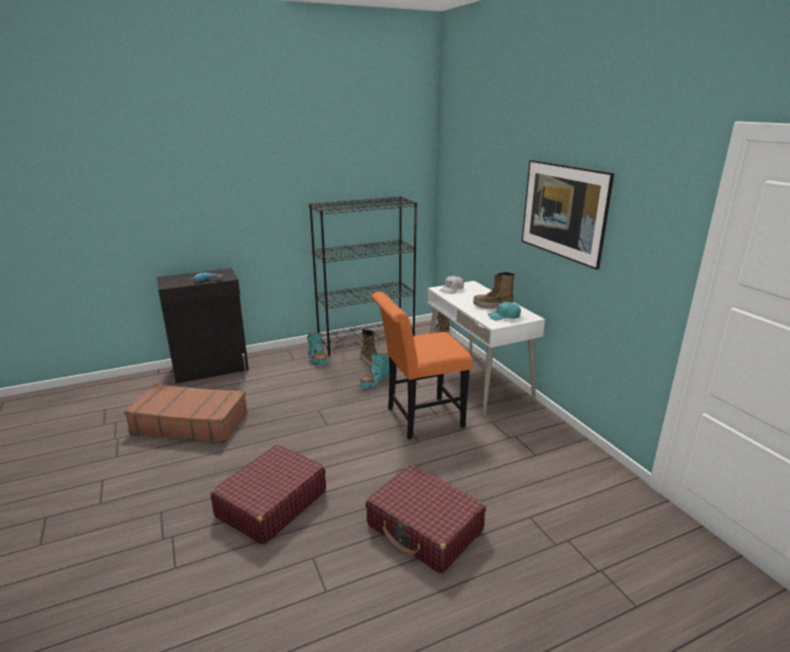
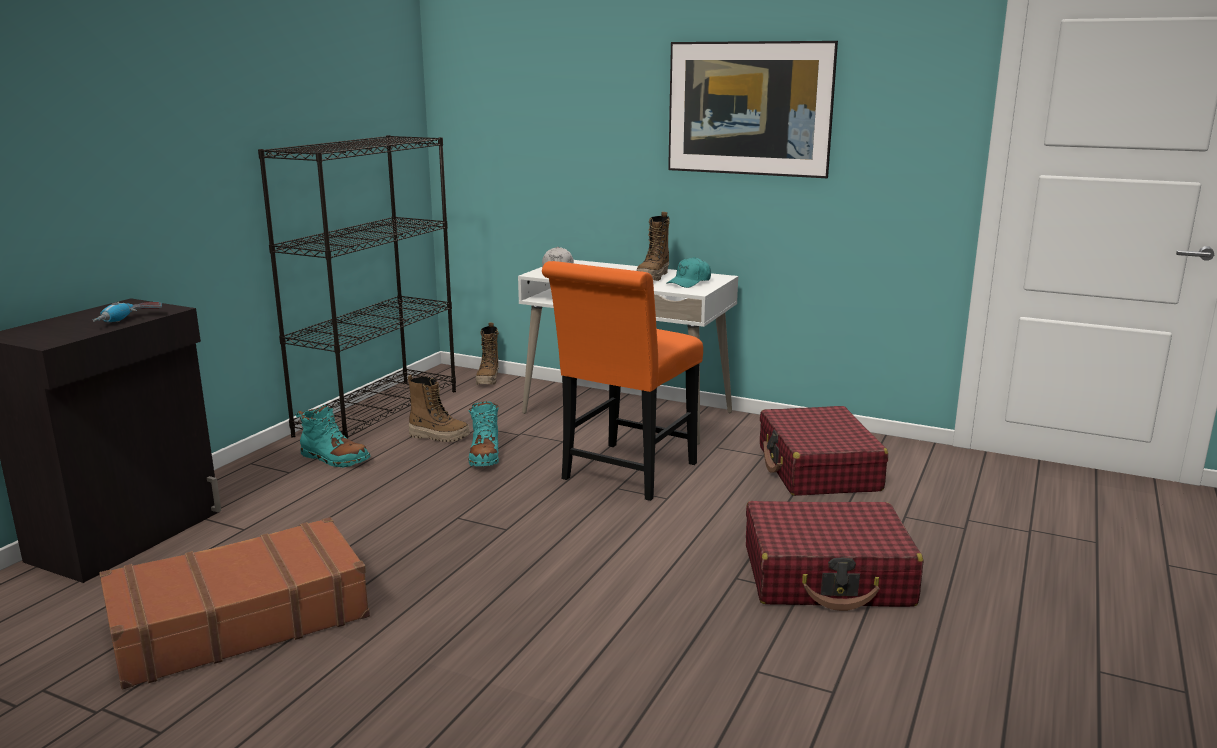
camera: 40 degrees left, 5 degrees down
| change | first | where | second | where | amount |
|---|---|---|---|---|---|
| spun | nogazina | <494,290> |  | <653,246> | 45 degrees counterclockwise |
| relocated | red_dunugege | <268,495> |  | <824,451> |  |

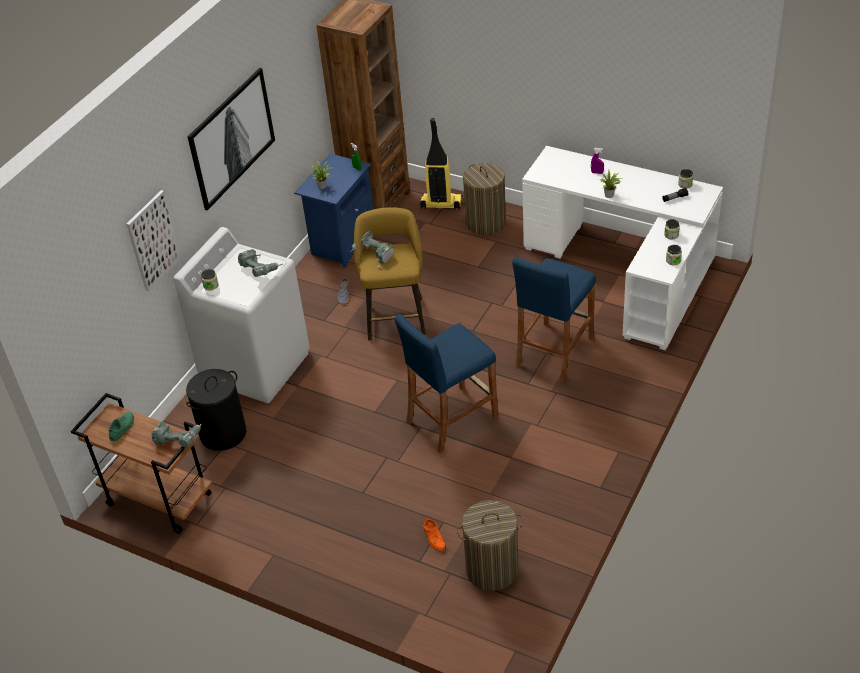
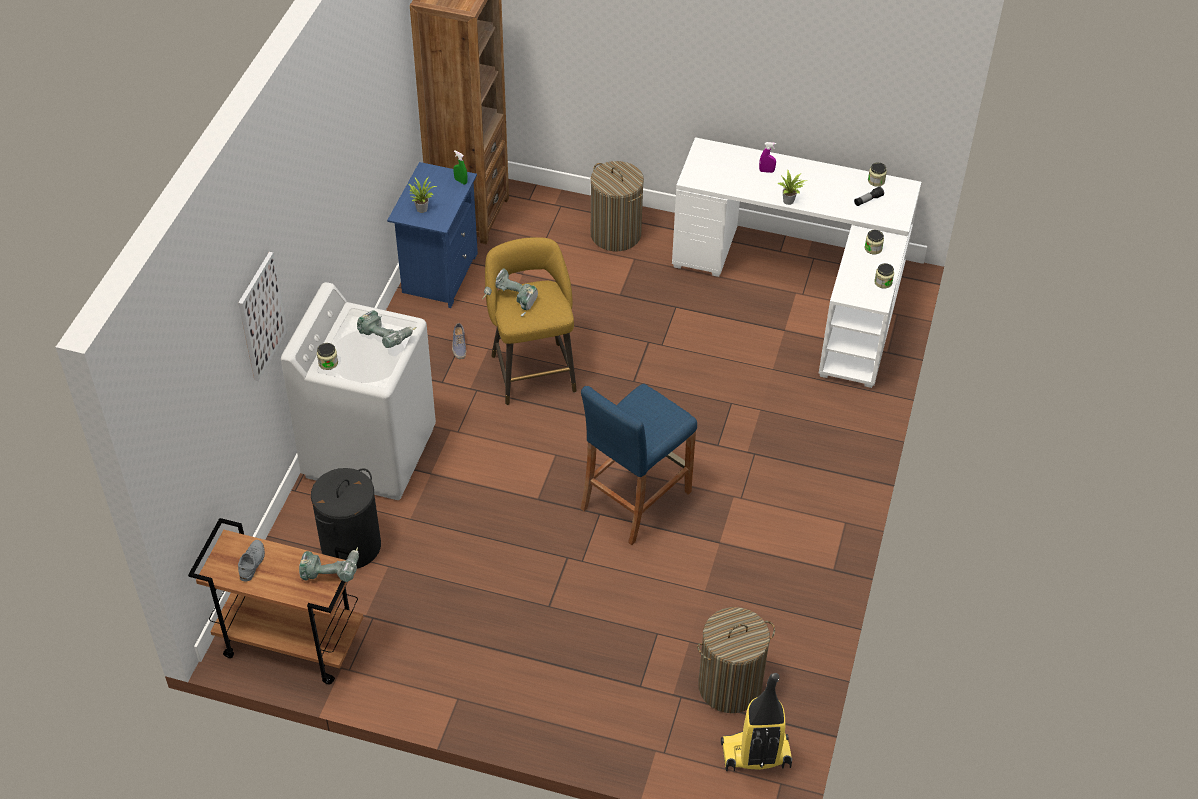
camera: 15 degrees left, 5 degrees up
| change | first | where | second | where | amount |
|---|---|---|---|---|---|
| missing | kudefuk | <231,139> |  |  |  |
| relocated | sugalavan | <441,164> |  | <756,722> |  |
| missing | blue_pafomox | <554,320> |  |  |  |
| colour | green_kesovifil | <121,426> | grey_kesovifil | <251,561> |  |
| missing | orange_kesovifil | <434,534> |  |  |  |

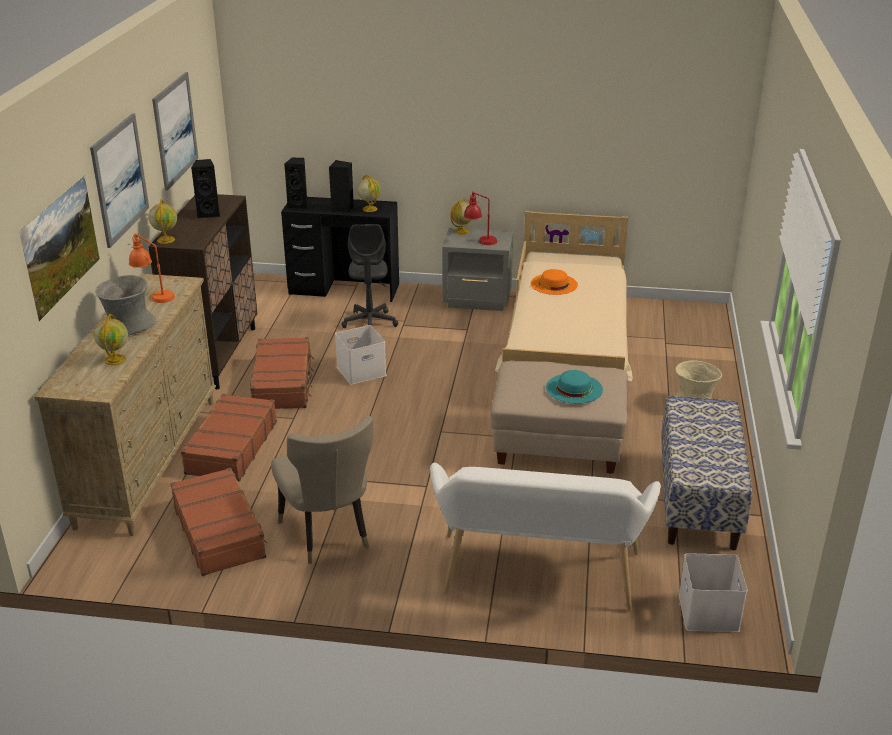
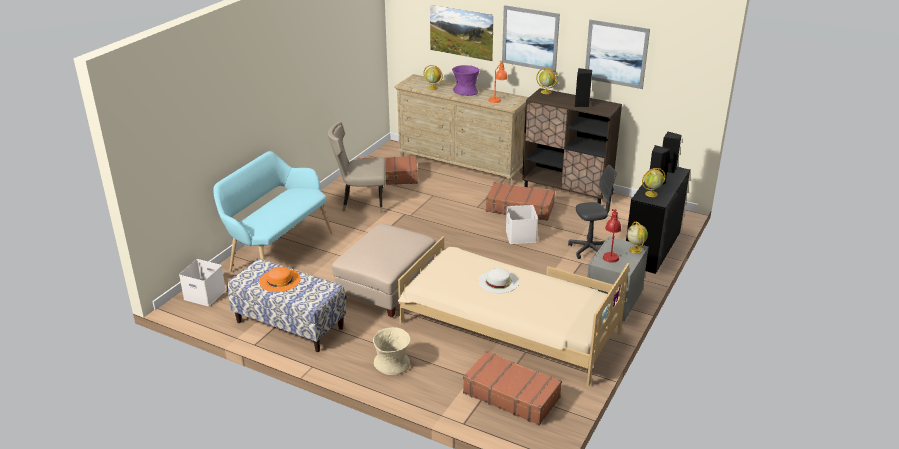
camera: 110 degrees right, 0 degrees up
| change | first | where | second | where | amount |
|---|---|---|---|---|---|
| spun | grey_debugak | <369,276> |  | <592,212> | 150 degrees clockwise |
| relocated | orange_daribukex | <554,282> |  | <280,279> |  |
| colour | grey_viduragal | <125,305> | purple_viduragal | <466,80> |  |
| missing | turquoise_daribukex | <574,387> |  |  |  |
| relocated | brown_dunugege | <229,438> |  | <512,388> |  |
| colour | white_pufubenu | <545,537> | turquoise_pufubenu | <273,211> |  |
| appeared |  |  | white_daribukex | <498,280> |  |

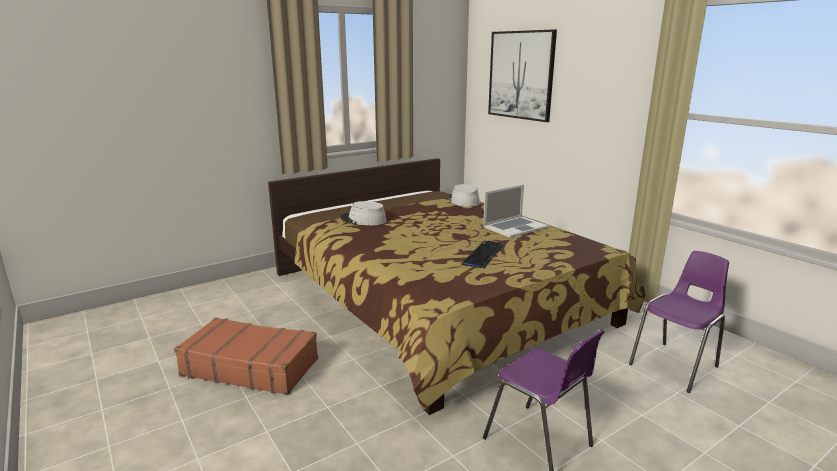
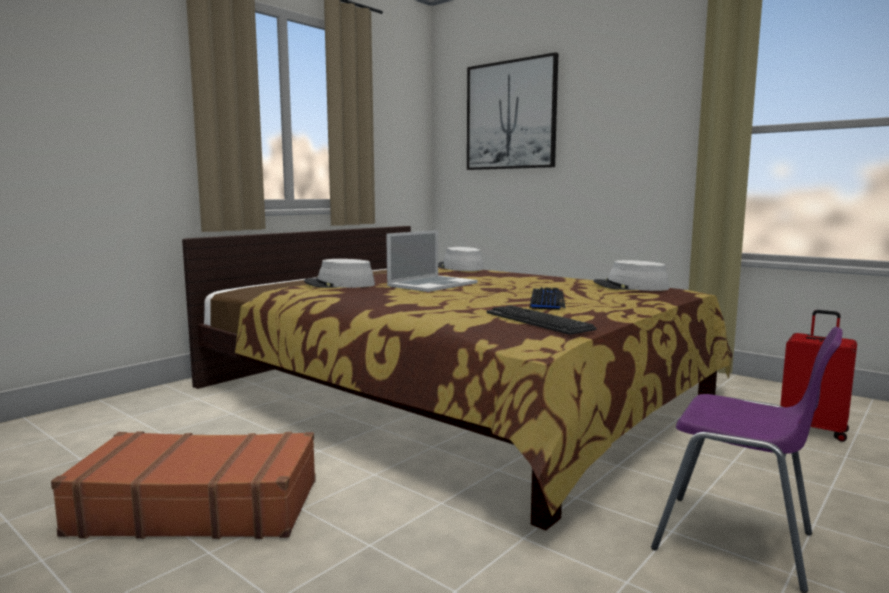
camera: 15 degrees left, 10 degrees down
| change | first | where | second | where | amount |
|---|---|---|---|---|---|
| relocated | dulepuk | <516,211> |  | <431,261> |  |
| exchanged | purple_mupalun | <679,322> | red_dunugege | <818,376> |  |
| appeared |  |  | grey_daribukex | <631,275> |  |
| appeared |  |  | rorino | <541,320> |  |

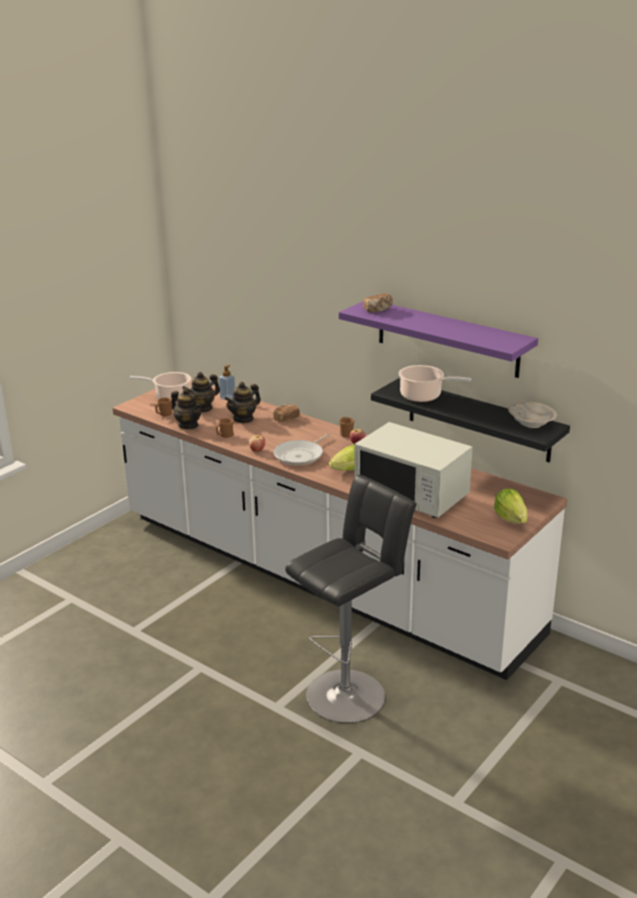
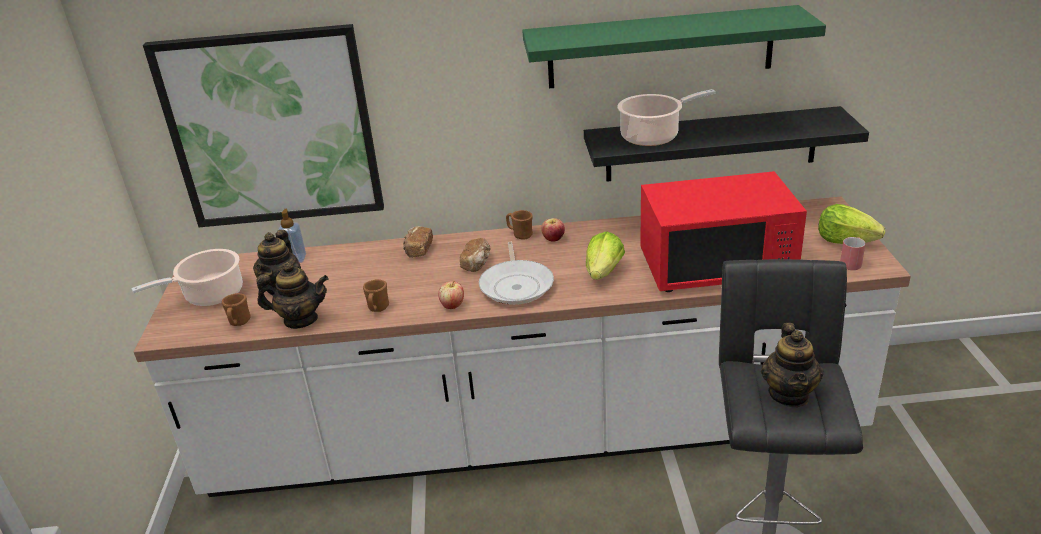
camera: 40 degrees left, 5 degrees up
| change | first | where | second | where | amount |
|---|---|---|---|---|---|
| relocated | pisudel | <378,303> |  | <475,255> |  |
| colour | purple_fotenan | <438,340> | green_fotenan | <674,46> |  |
| relocated | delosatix | <242,402> |  | <792,365> |  |
| missing | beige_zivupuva | <532,415> |  |  |  |
| colour | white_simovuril | <413,470> | red_simovuril | <723,231> |  |
| appeared |  |  | kudefuk | <263,125> |  |
| appeared |  |  | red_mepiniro | <853,253> |  |

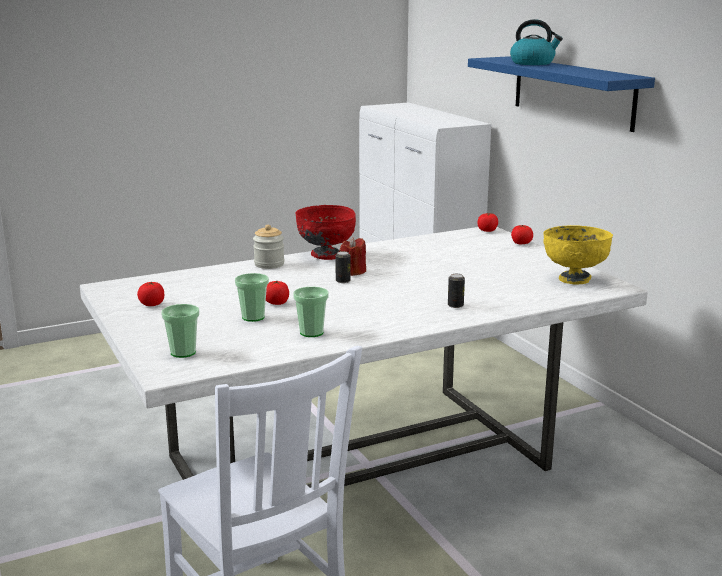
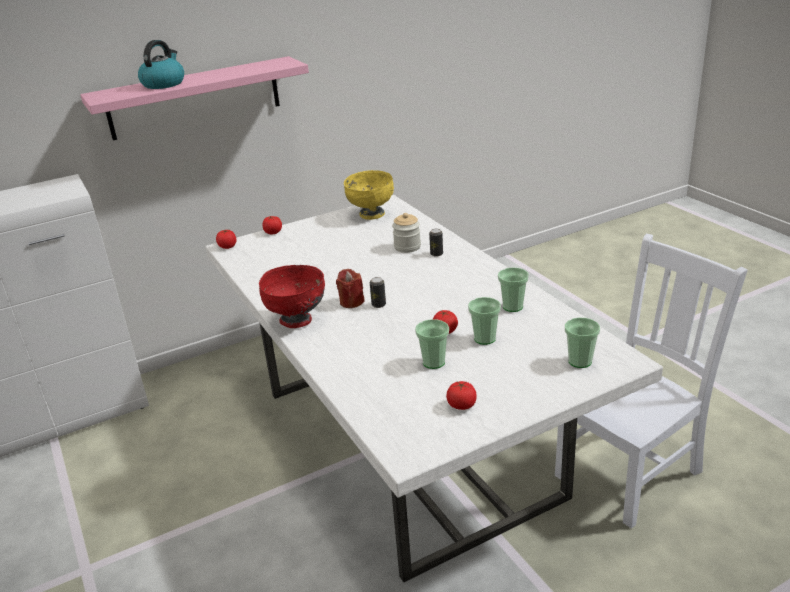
camera: 90 degrees left, 10 degrees up
| change | first | where | second | where | amount |
|---|---|---|---|---|---|
| colour | blue_fotenan | <561,94> | pink_fotenan | <194,98> |  |
| relocated | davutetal | <269,247> |  | <406,233> |  |
| appeared |  |  | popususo | <432,344> |  |

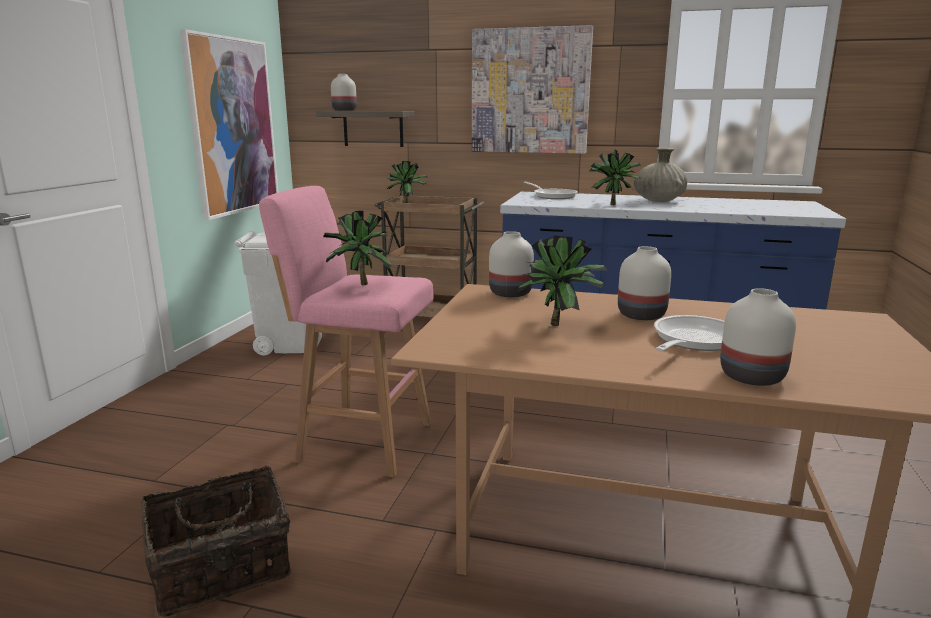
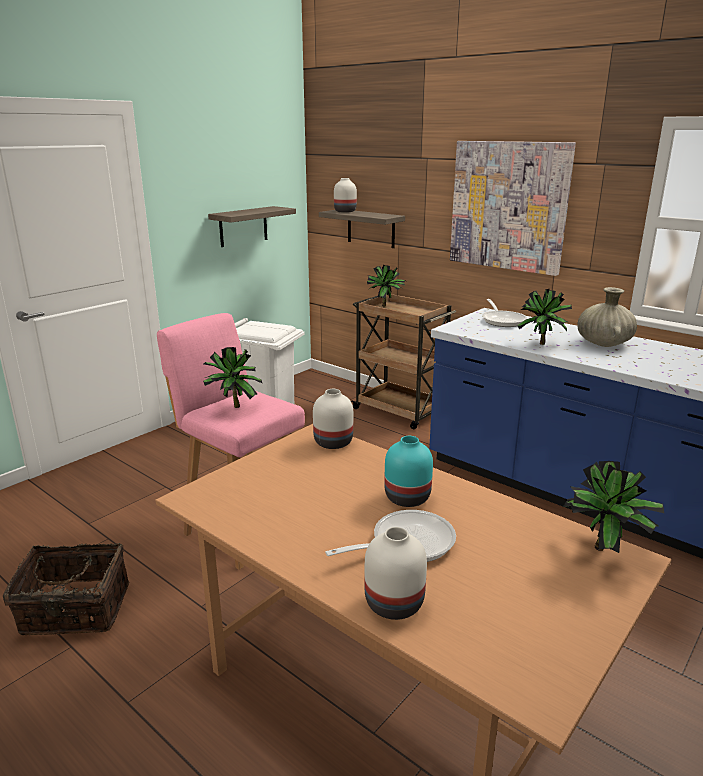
camera: 25 degrees right, 5 degrees up
| change | first | where | second | where | amount |
|---|---|---|---|---|---|
| exchanged | kudefuk | <229,124> | fotenan | <252,226> |  |
| relocated | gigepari | <562,280> |  | <613,507> |  |
| colour | white_viduragal | <644,283> | turquoise_viduragal | <408,471> |  |

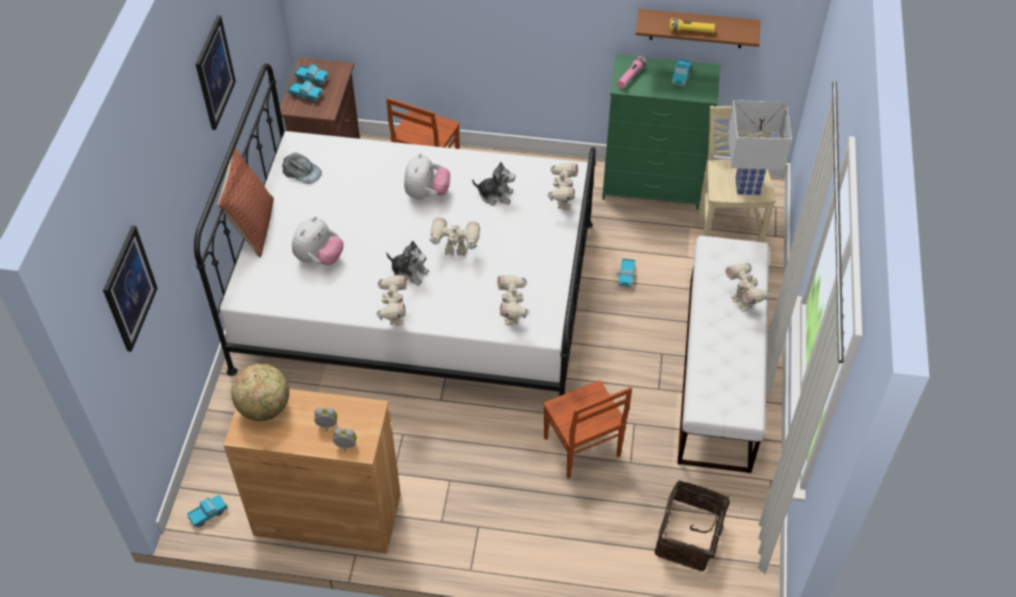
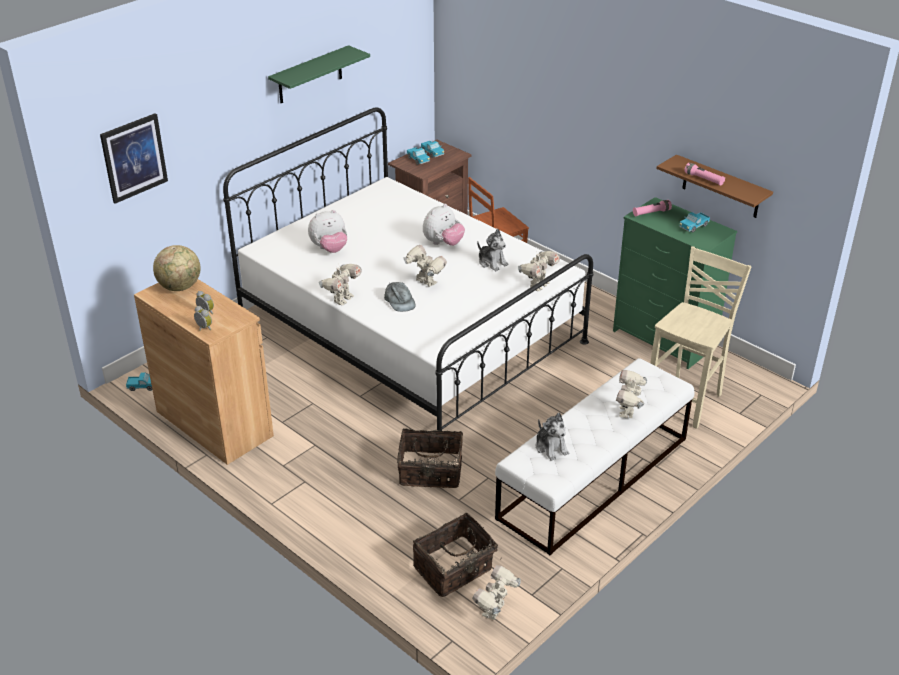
camera: 35 degrees right, 15 degrees down
| change | first | where | second | where | amount |
|---|---|---|---|---|---|
| exchanged | kudefuk | <216,72> | green_fotenan | <319,74> |  |
| colour | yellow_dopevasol | <692,26> | pink_dopevasol | <704,174> |  |
| missing | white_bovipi | <760,147> |  |  |  |
| missing | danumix | <245,202> |  |  |  |
| relocated | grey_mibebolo | <302,168> |  | <400,297> |  |
| relocated | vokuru | <407,263> |  | <552,437> |  |
| missing | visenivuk | <626,273> |  |  |  |
| relocated | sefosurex | <513,300> |  | <496,592> |  |
| exchanged | brown_mupalun | <587,429> | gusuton | <430,458> |  |

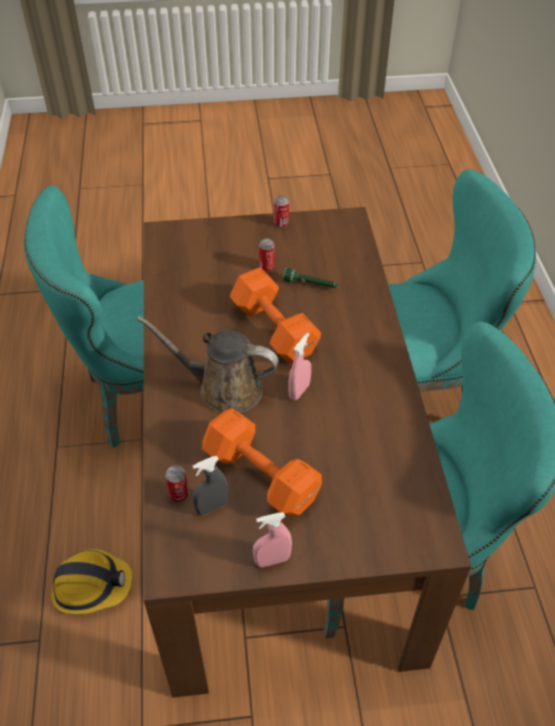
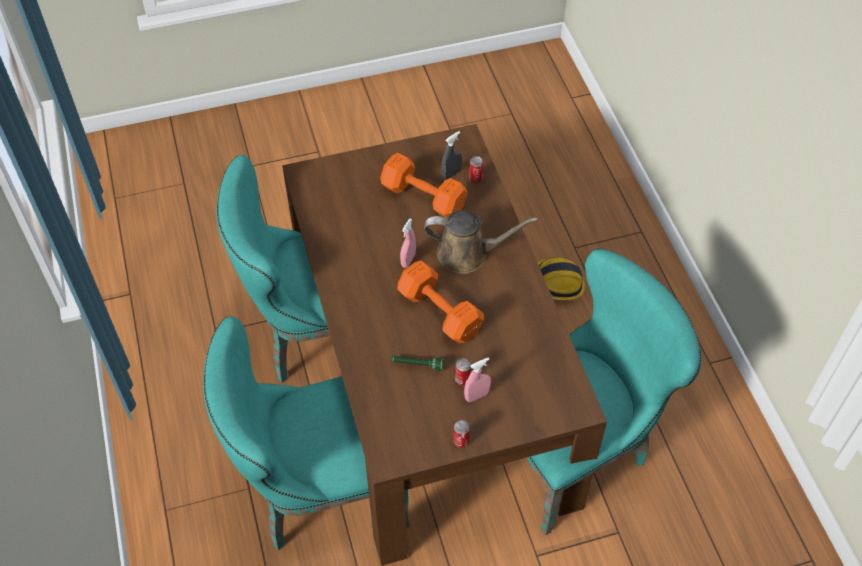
camera: 170 degrees right, 5 degrees up
| change | first | where | second | where | amount |
|---|---|---|---|---|---|
| relocated | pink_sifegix | <272,540> |  | <477,379> |  |

